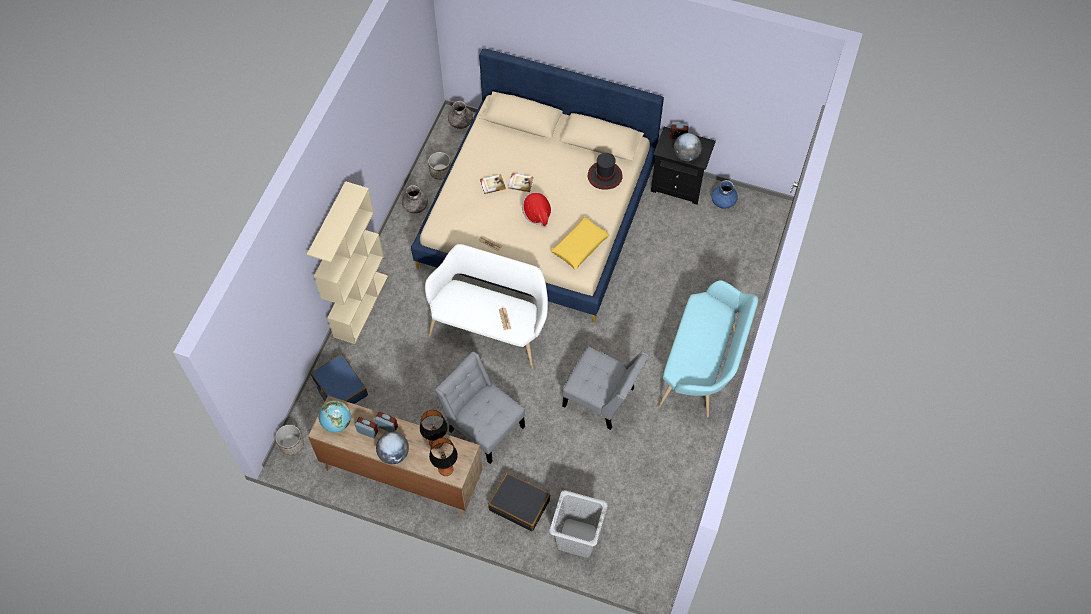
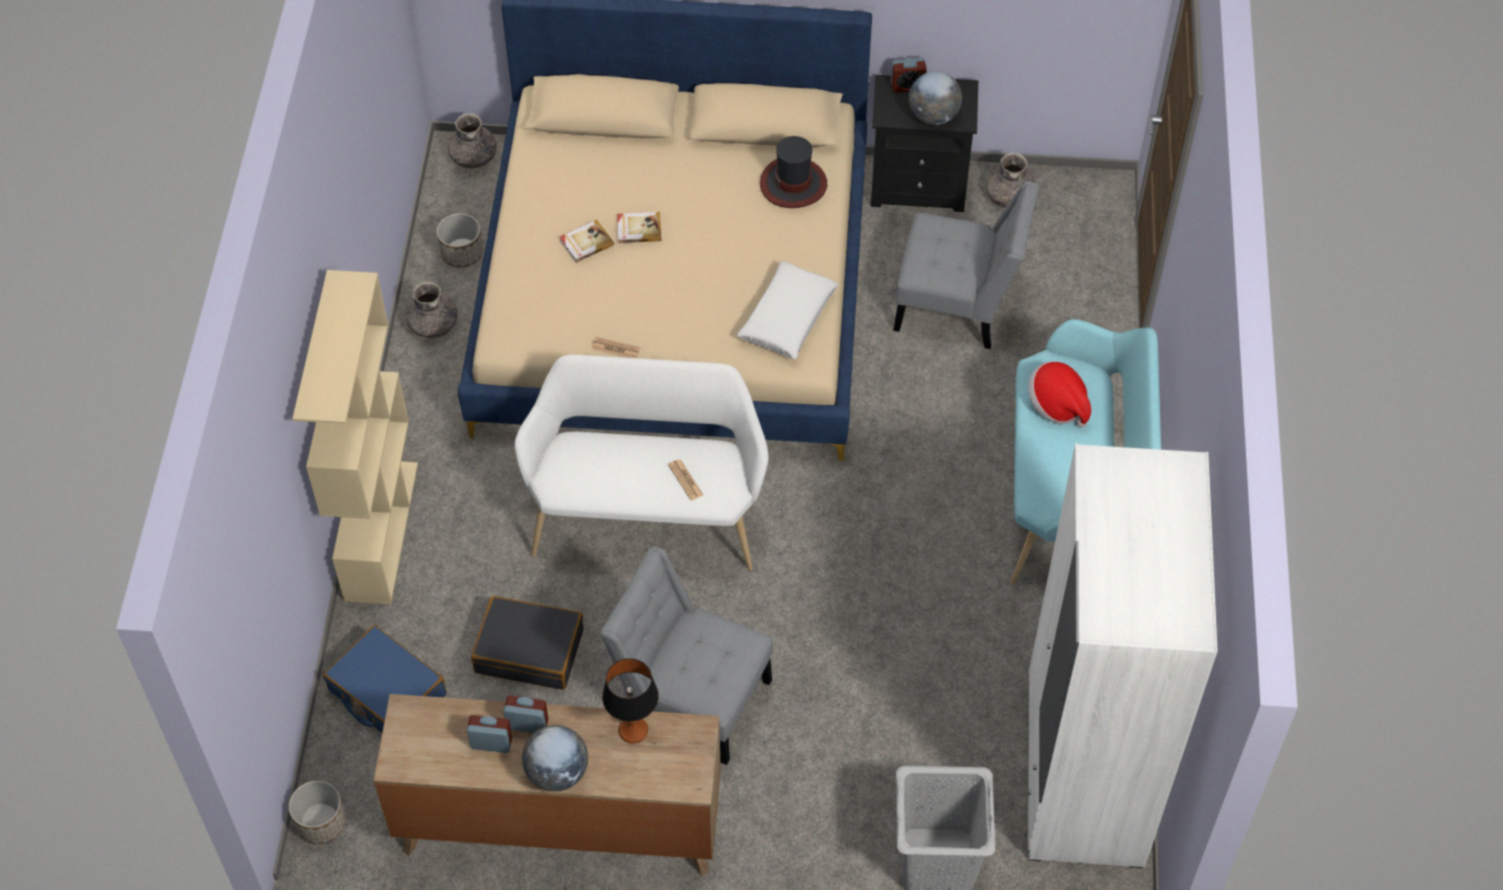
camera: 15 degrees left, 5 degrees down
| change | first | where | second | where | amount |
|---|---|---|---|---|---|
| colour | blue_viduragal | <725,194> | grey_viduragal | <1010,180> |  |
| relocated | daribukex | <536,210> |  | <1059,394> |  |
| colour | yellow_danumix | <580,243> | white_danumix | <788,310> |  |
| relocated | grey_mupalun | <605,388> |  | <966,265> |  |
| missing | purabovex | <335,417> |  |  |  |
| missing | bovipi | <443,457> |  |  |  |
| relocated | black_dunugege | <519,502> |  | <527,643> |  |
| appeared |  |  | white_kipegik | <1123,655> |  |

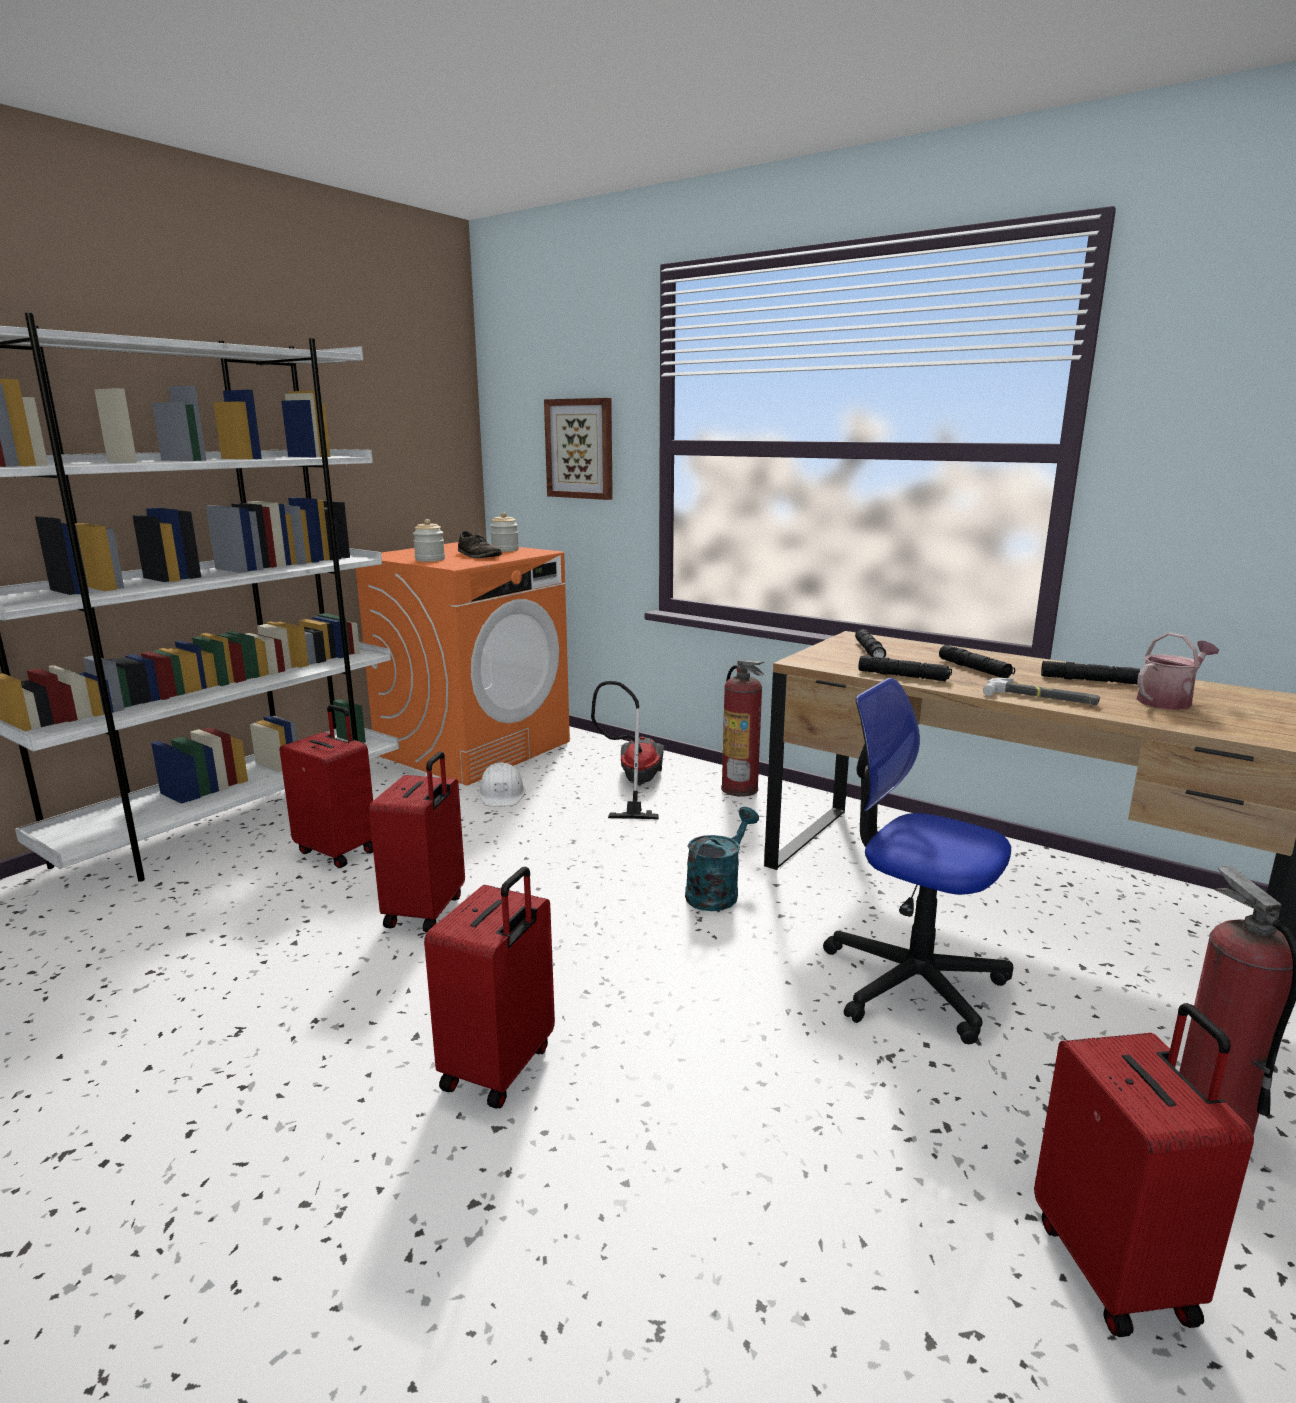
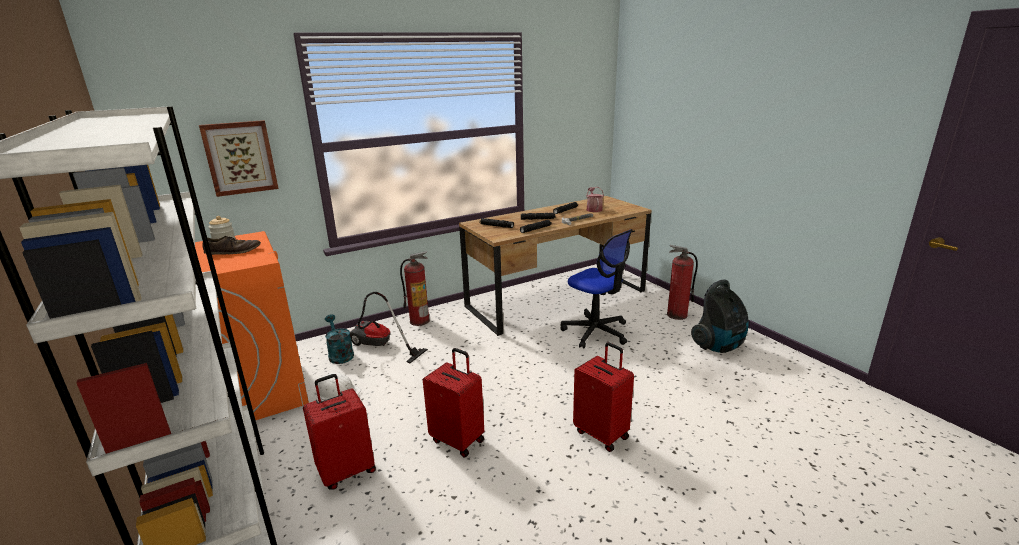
camera: 65 degrees left, 5 degrees up
| change | first | where | second | where | amount |
|---|---|---|---|---|---|
| missing | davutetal | <429,540> |  |  |  |
| spun | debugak | <918,861> |  | <596,288> | 105 degrees counterclockwise |
| relocated | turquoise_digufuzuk | <722,859> |  | <339,339> |  |
| exchanged | red_dunugege | <1144,1170> | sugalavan | <720,316> |  |

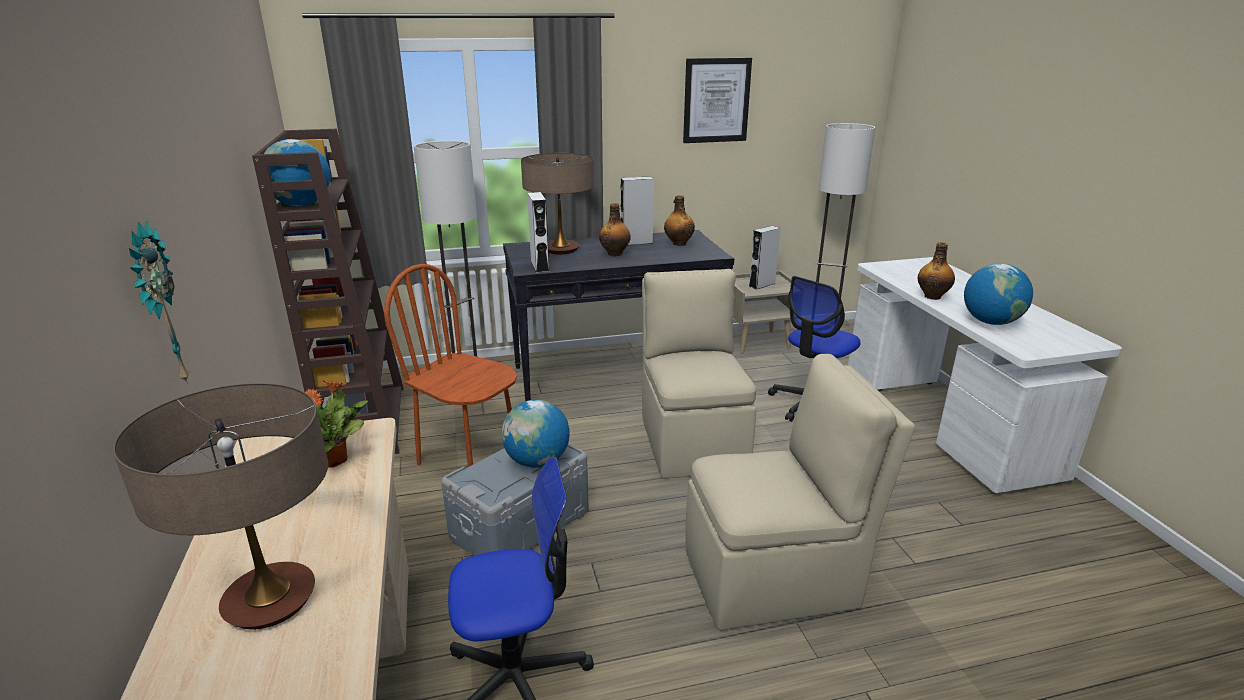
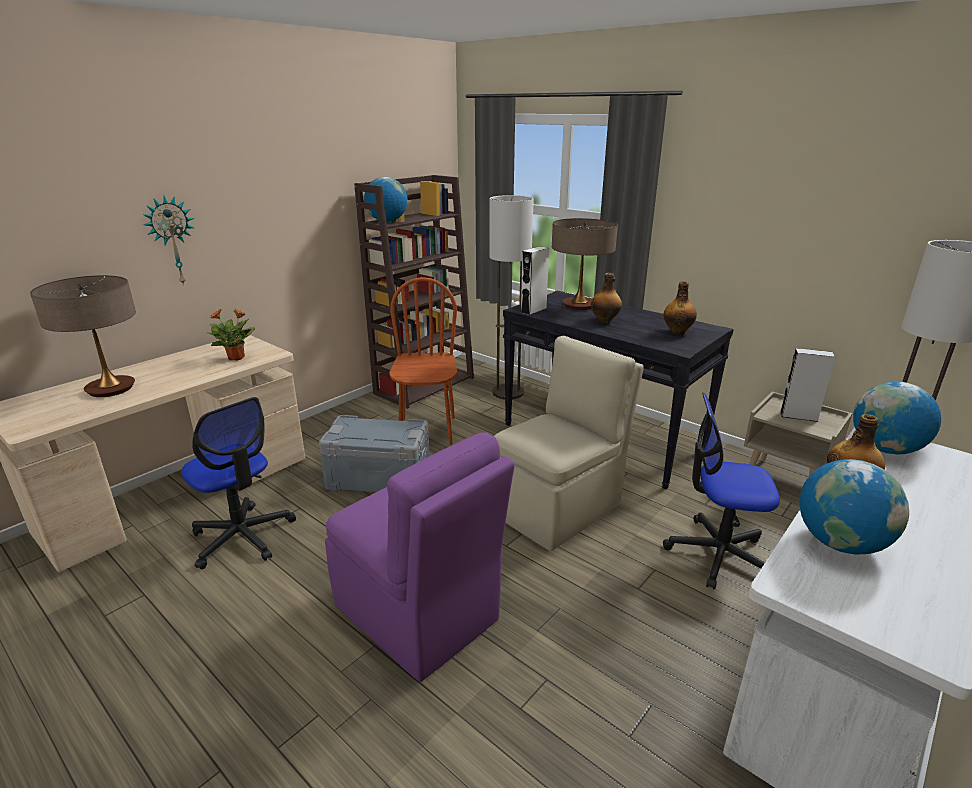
camera: 55 degrees right, 0 degrees up
| change | first | where | second | where | amount |
|---|---|---|---|---|---|
| missing | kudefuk | <717,100> |  |  |  |
| missing | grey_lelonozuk | <637,210> |  |  |  |
| colour | beige_mupalun | <800,492> | purple_mupalun | <420,557> |  |
| relocated | purabovex | <536,434> |  | <897,417> |  |

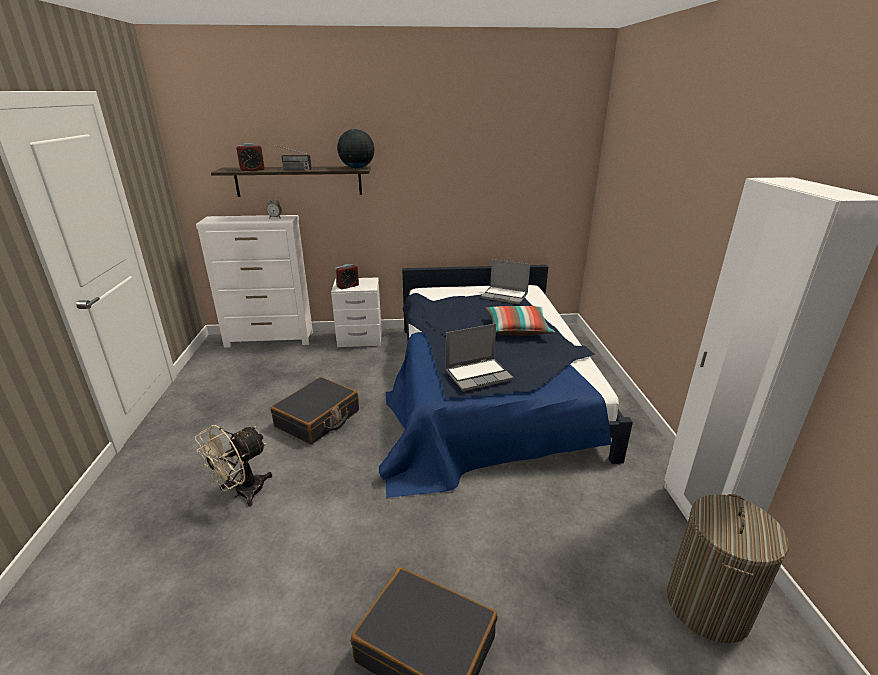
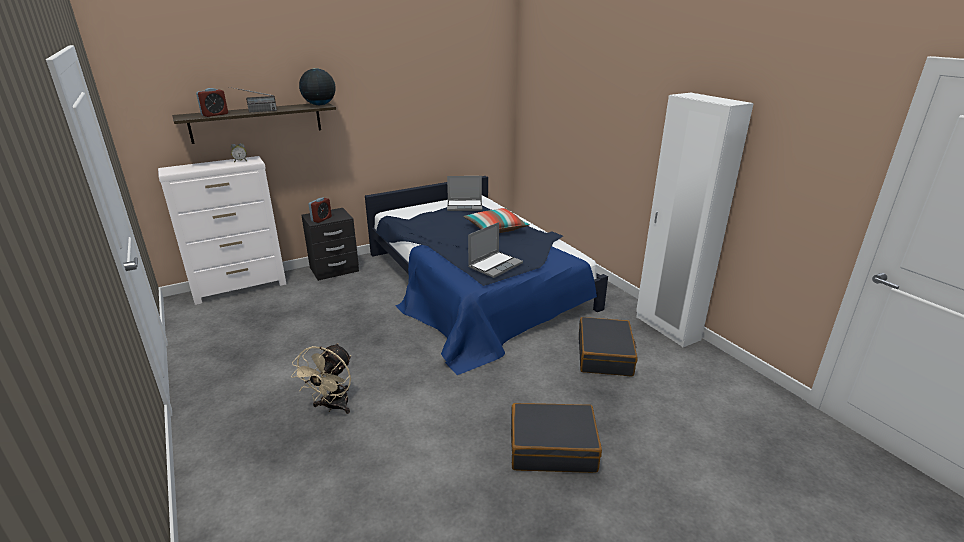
camera: 25 degrees left, 0 degrees up
| change | first | where | second | where | amount |
|---|---|---|---|---|---|
| colour | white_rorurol | <356,312> | black_rorurol | <330,244> |  |
| relocated | black_dunugege | <314,411> |  | <608,347> |  |
| missing | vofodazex | <728,568> |  |  |  |

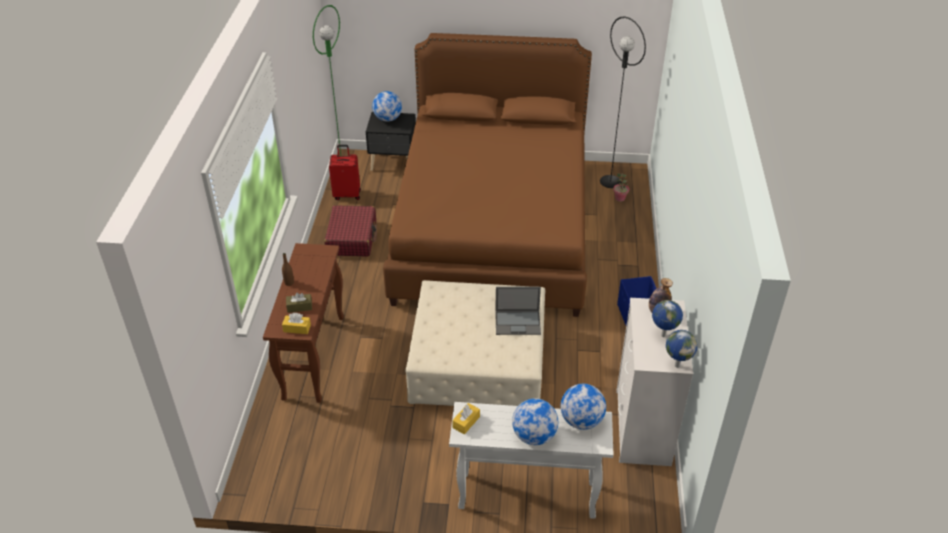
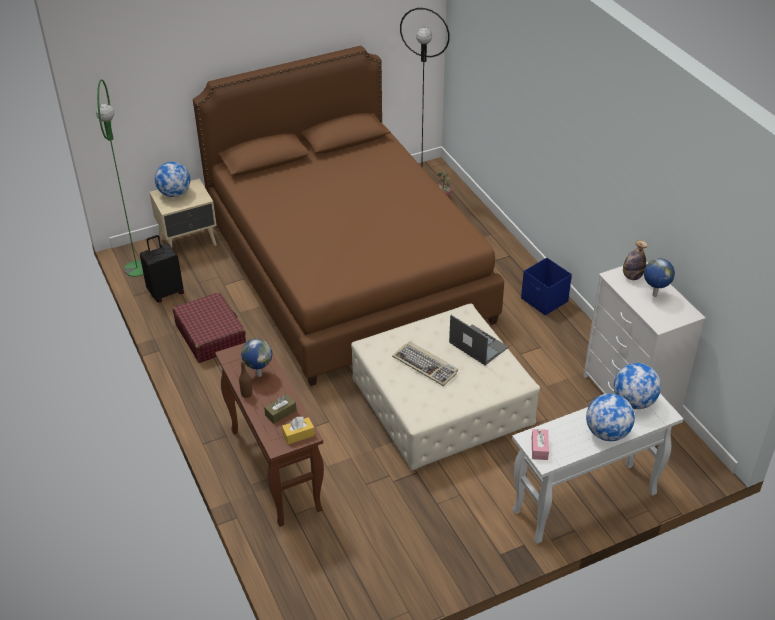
camera: 30 degrees left, 0 degrees up
| change | first | where | second | where | amount |
|---|---|---|---|---|---|
| colour | black_rorurol | <391,141> | beige_rorurol | <183,213> |  |
| colour | red_dunugege | <345,172> | black_dunugege | <162,268> |  |
| spun | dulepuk | <518,311> |  | <478,340> | 105 degrees counterclockwise |
| relocated | purabovex | <682,349> |  | <256,357> |  |
| colour | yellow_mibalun | <466,418> | pink_mibalun | <540,444> |  |
| appeared |  |  | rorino | <425,364> |  |

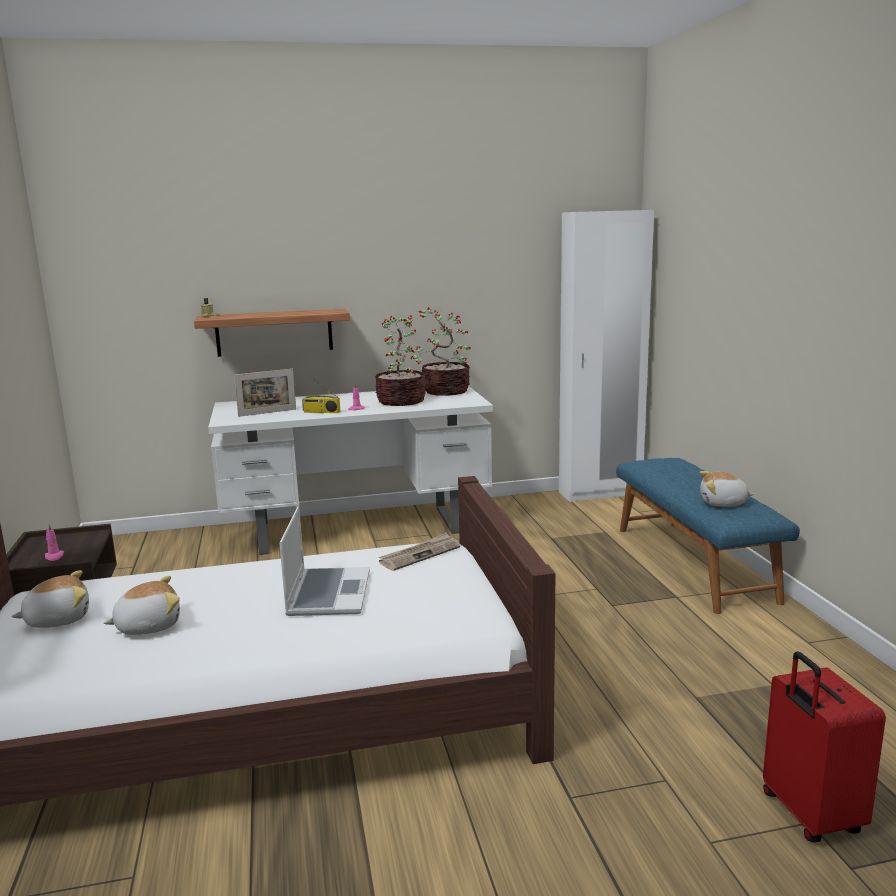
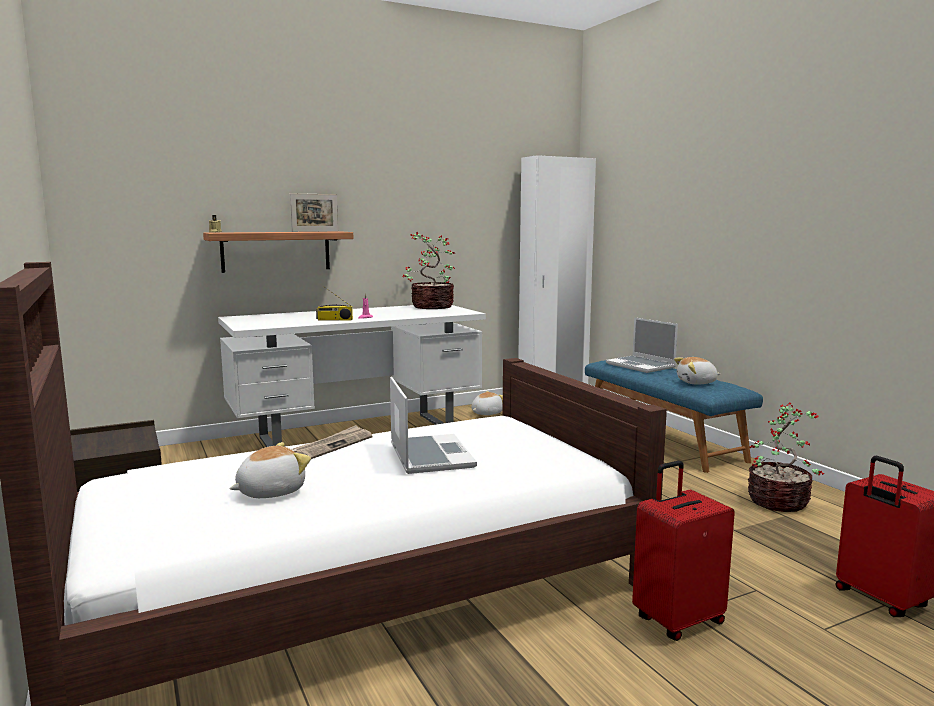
camera: 15 degrees left, 5 degrees down
| change | first | where | second | where | amount |
|---|---|---|---|---|---|
| relocated | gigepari | <400,360> |  | <786,457> |  |
| relocated | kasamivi | <265,393> |  | <314,212> |  |
| missing | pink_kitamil | <54,542> |  |  |  |
| relocated | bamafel | <419,552> |  | <332,442> |  |
| relocated | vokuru | <50,599> |  | <487,403> |  |
| appeared |  |  | dulepuk | <642,345> |  |
| appeared |  |  | red_dunugege | <683,551> |  |

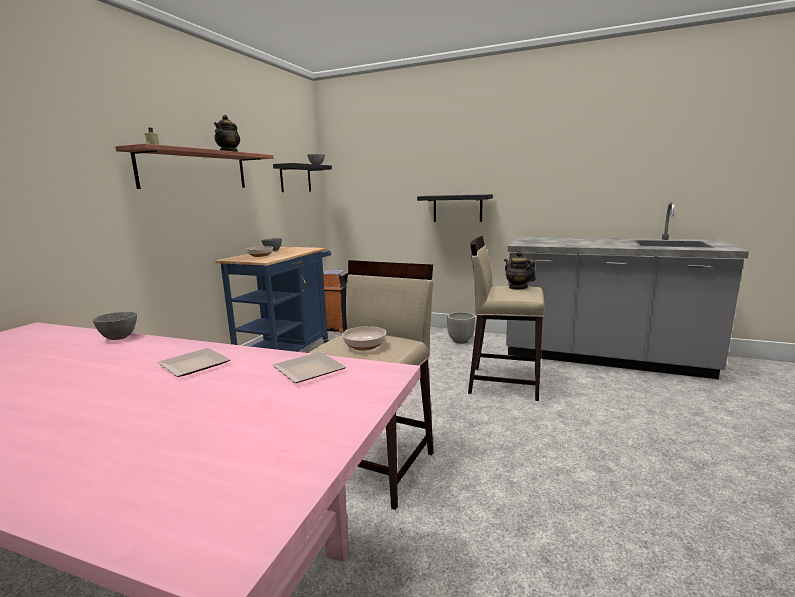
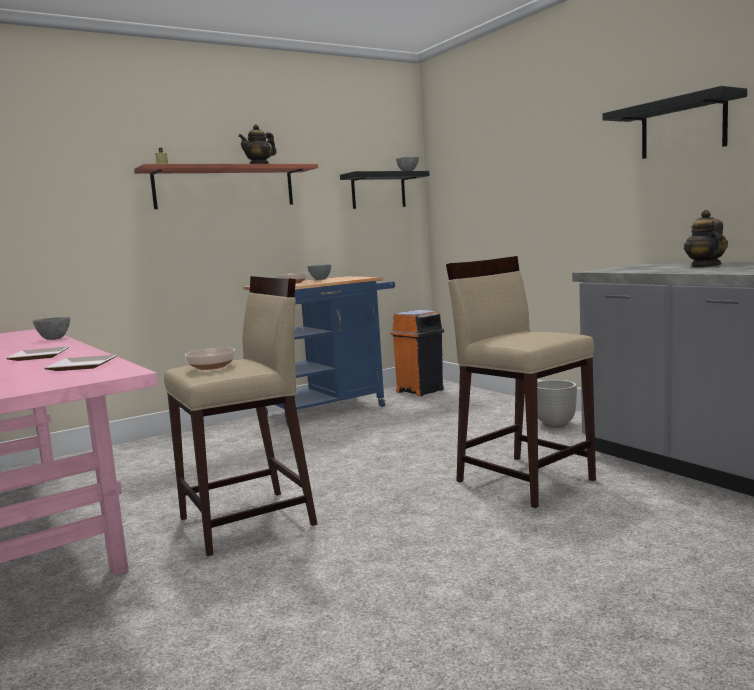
camera: 35 degrees right, 5 degrees down
| change | first | where | second | where | amount |
|---|---|---|---|---|---|
| relocated | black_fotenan | <455,208> |  | <675,122> |  |
| relocated | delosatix | <520,270> |  | <706,239> |  |

